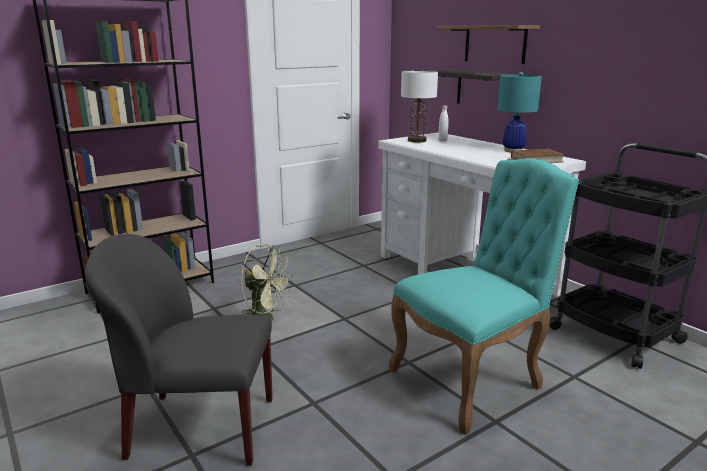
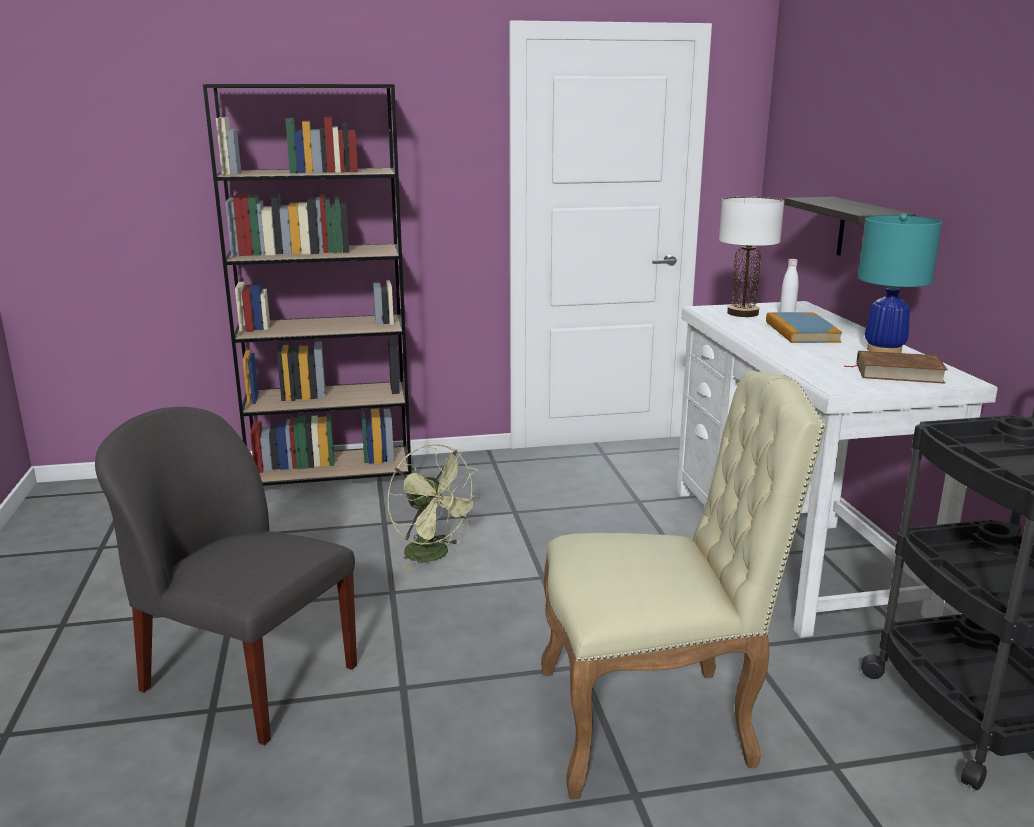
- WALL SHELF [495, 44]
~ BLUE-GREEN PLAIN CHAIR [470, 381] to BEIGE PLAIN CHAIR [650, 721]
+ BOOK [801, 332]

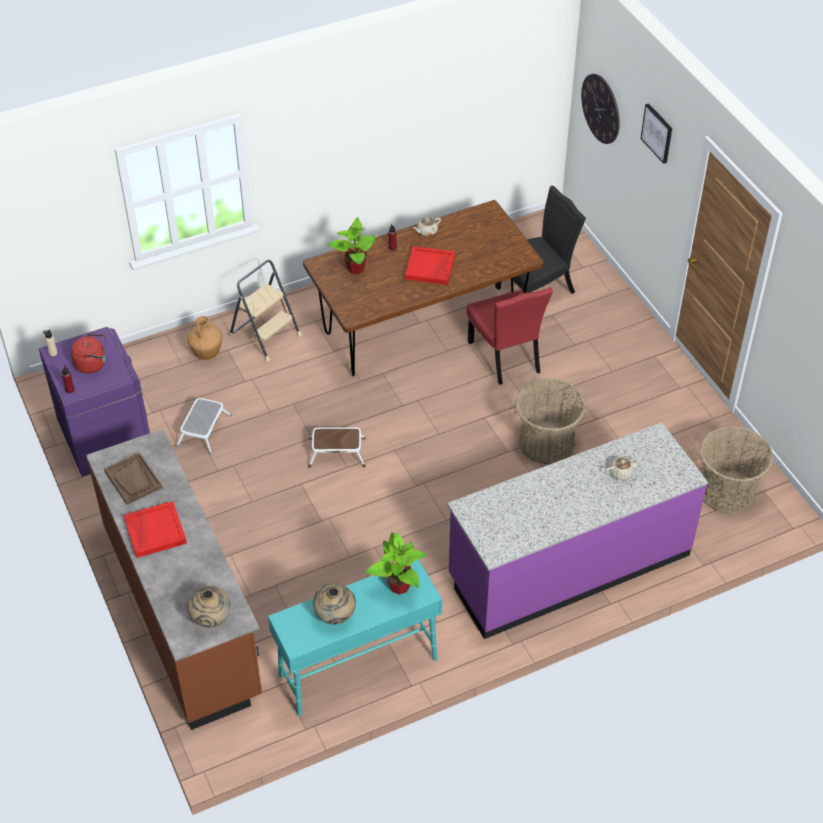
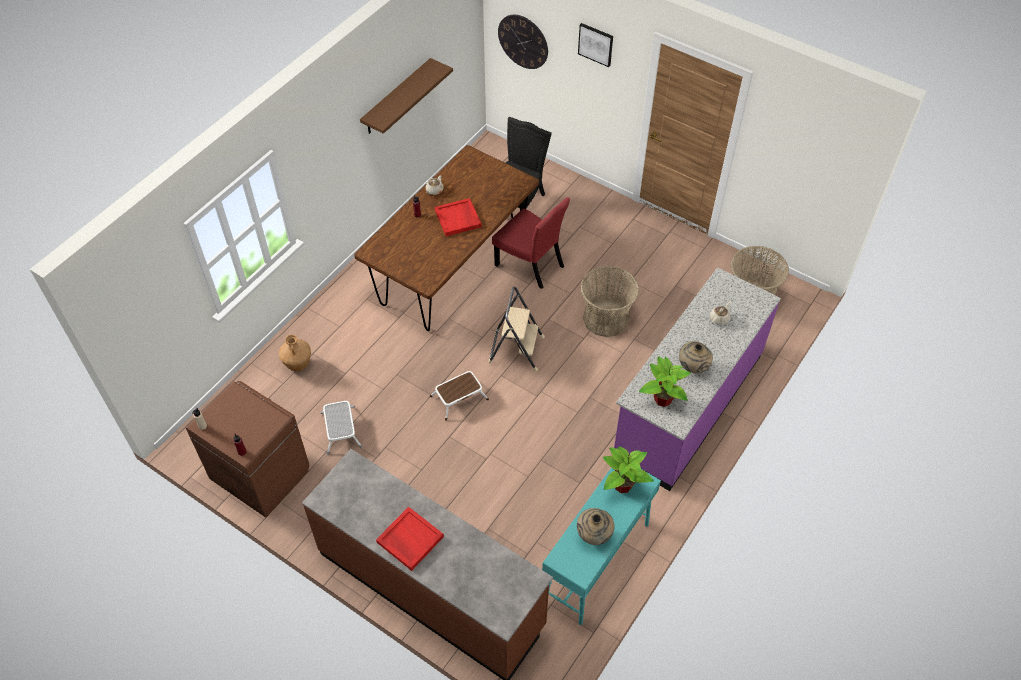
~ HOUSEPLANT [356, 268] to [662, 399]
~ BEIGE STEP STOOL [263, 333] to [514, 348]
~ PURPLISH LAUNDRY MACHINE [106, 434] to BROWN LAUNDRY MACHINE [261, 471]
- RED-COLOURED KETTLE [92, 364]
- BROWN SERVING TRAY [133, 480]
~ BEIGE DECORATIVE VASE [211, 619] to [693, 367]
+ BROWN WALL SHELF [397, 97]

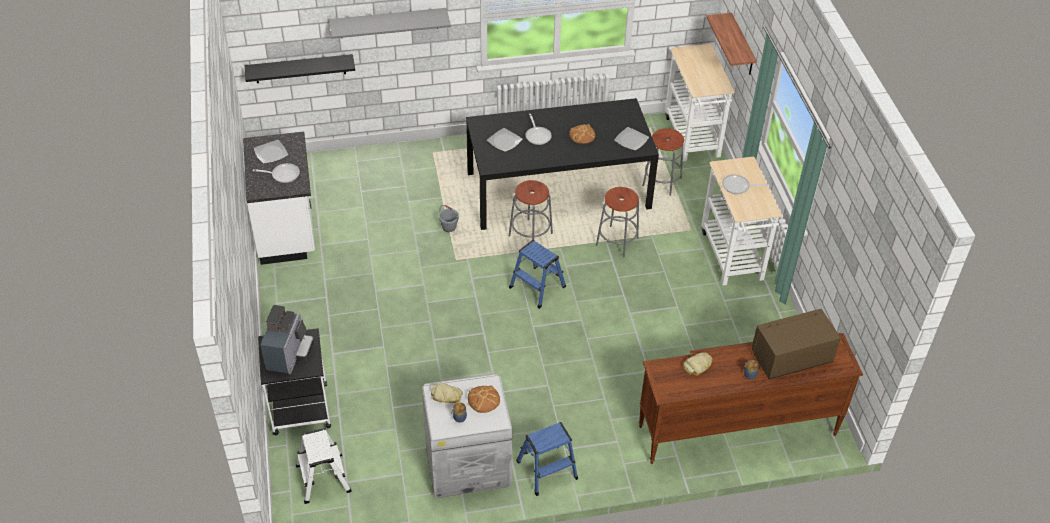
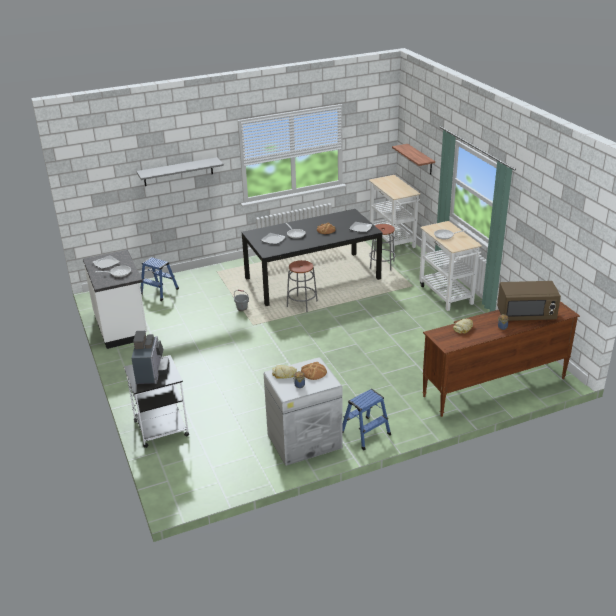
- BLACK-COLOURED WALL SHELF [300, 68]
- GRAY SITTING STOOL [617, 241]
~ BLUE-COLOURED STEP STOOL [537, 287] to [159, 291]
~ BROWN MICROWAVE [791, 358] = [526, 314] 150 degrees counterclockwise
- WHITE STEP STOOL [323, 479]

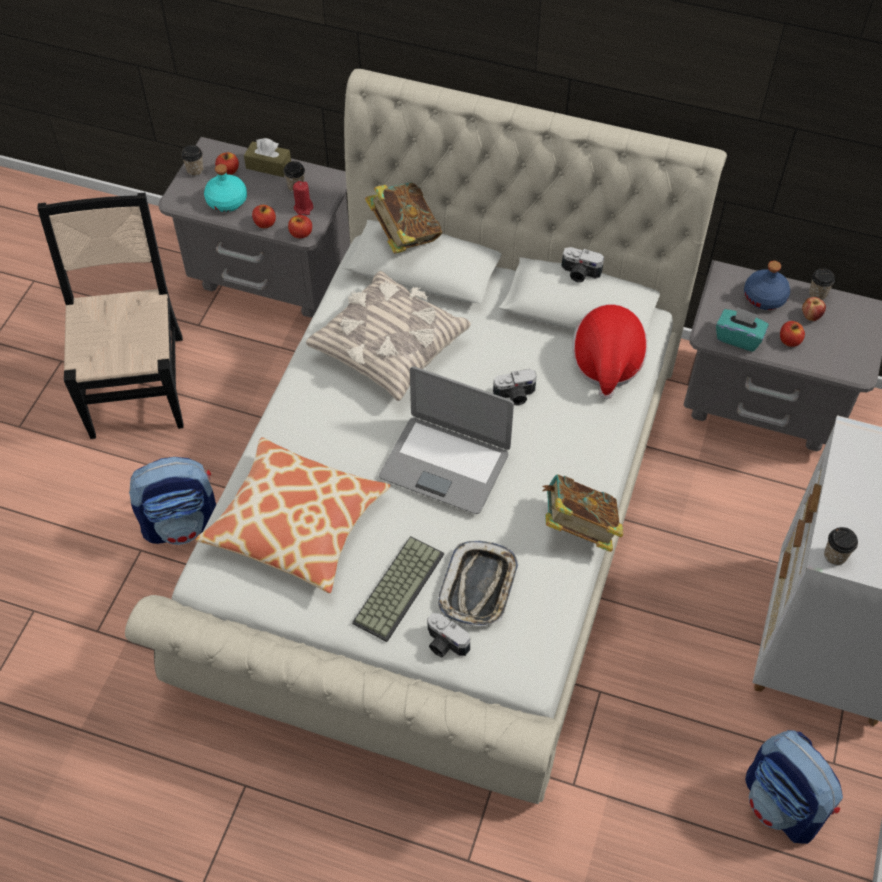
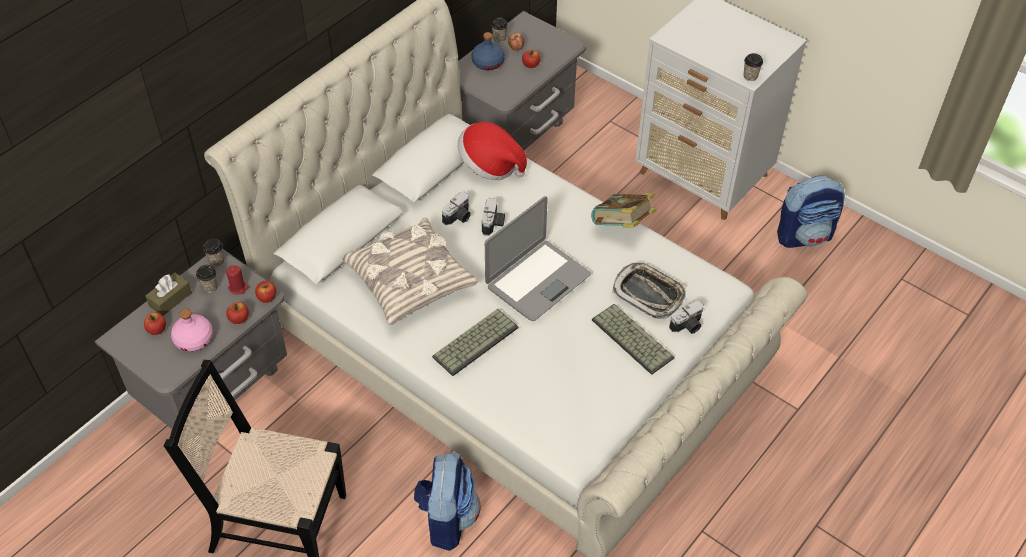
~ SMALL CUP [195, 171] to [216, 260]
~ BLUE-GREEN BOTTLE [226, 201] to PINKISH BOTTLE [194, 339]
- BOOK [404, 235]
~ PHOTO CAMERA [579, 274] to [459, 217]
- BLUE-GREEN TISSUE BOX [738, 338]
- THROW PILLOW [296, 523]
+ KEYBOARD [475, 341]

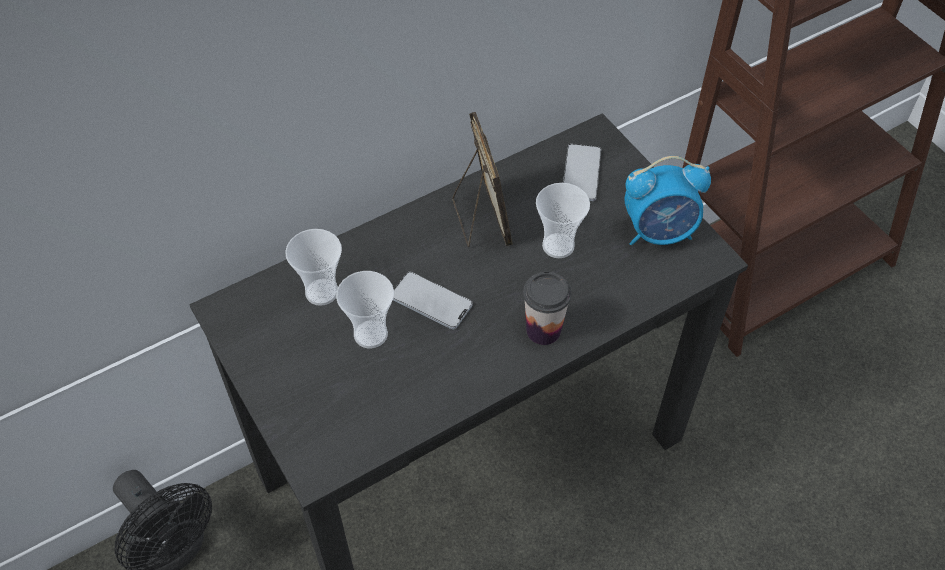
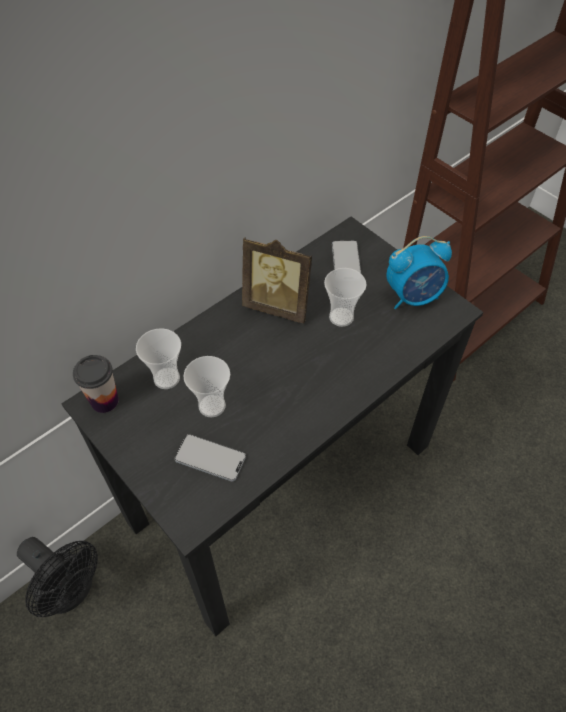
~ STANDING FRAME [480, 219] = [278, 305] 135 degrees clockwise
~ PHONE [431, 301] to [210, 458]
~ SMALL CUP [543, 330] to [104, 401]

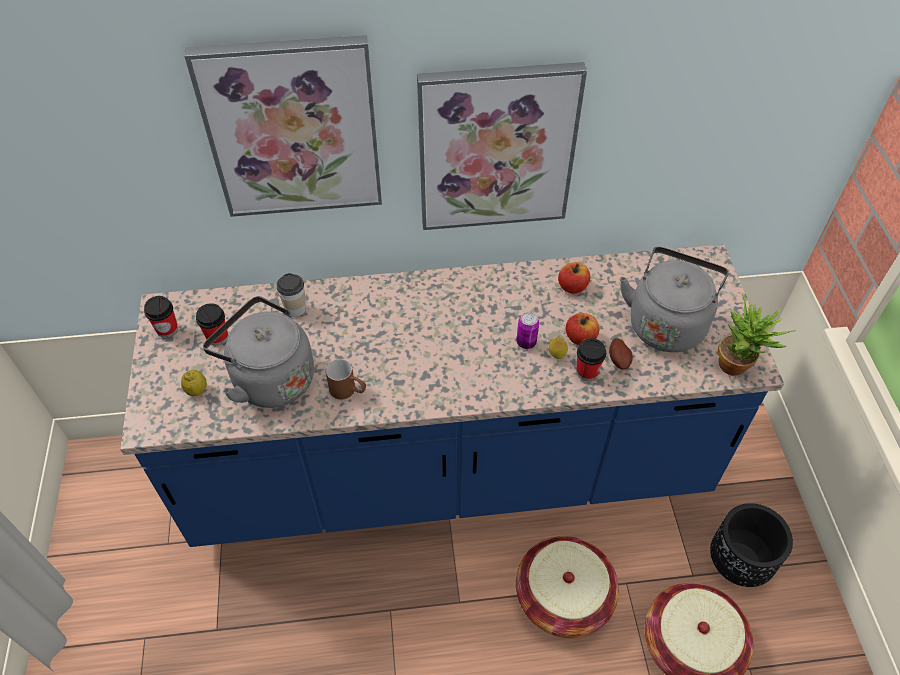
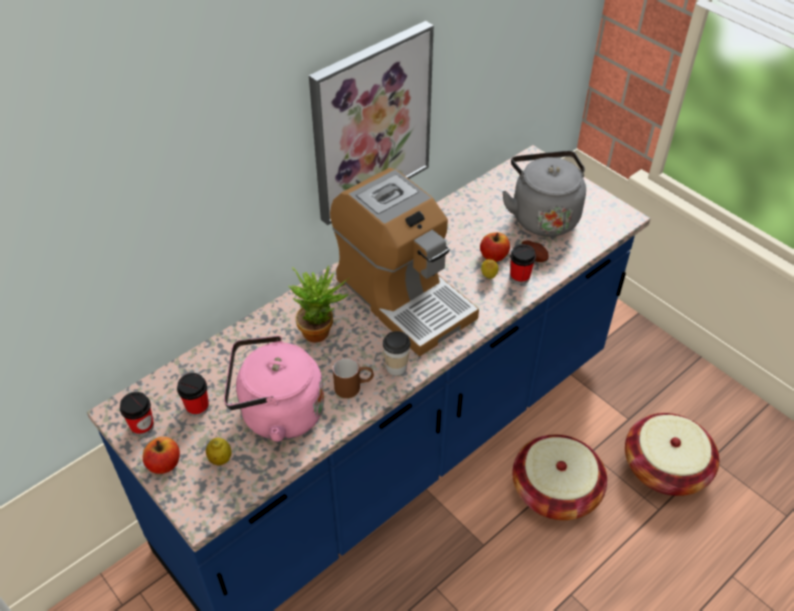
- WALL ART [293, 129]
~ APPLE [572, 287] to [164, 464]
~ SMALL CUP [295, 309] to [396, 367]
~ HOUSEPLANT [738, 366] to [321, 331]
~ GRAY KETTLE [269, 378] to PINKISH KETTLE [277, 414]
- METAL CAN [526, 342]
- BLACK-COLOURED FLOWER POT [738, 563]
+ COFFEE MACHINE [403, 296]

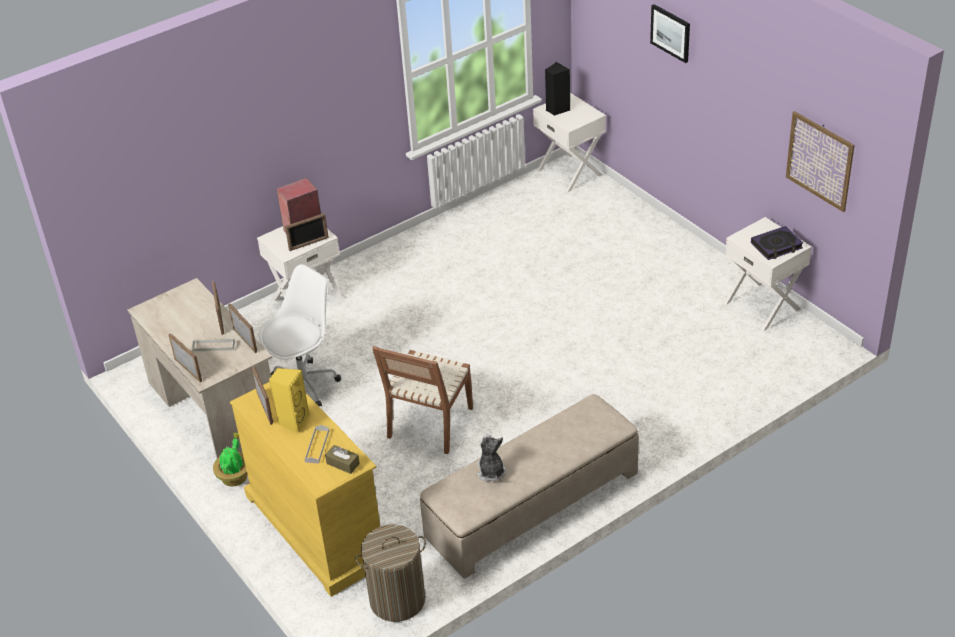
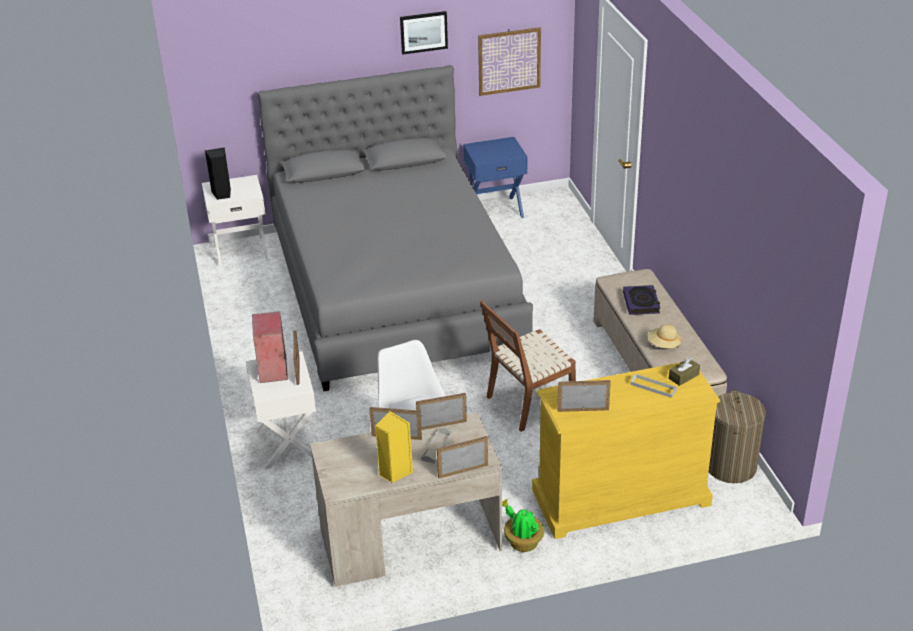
~ WALL ART [671, 32] to [423, 32]
~ WHITE NIGHTSTAND [763, 305] to BLUE-COLOURED NIGHTSTAND [495, 210]
~ BOOK [776, 246] to [641, 303]
~ PLAIN CHAIR [429, 426] = [527, 404] 105 degrees clockwise
~ YELLOW-COLOURED SPEAKER [293, 422] to [394, 472]
~ SOFT TOY [491, 471] to BEIGE HAT [664, 345]
+ GRAY SLEEPING BED [395, 289]

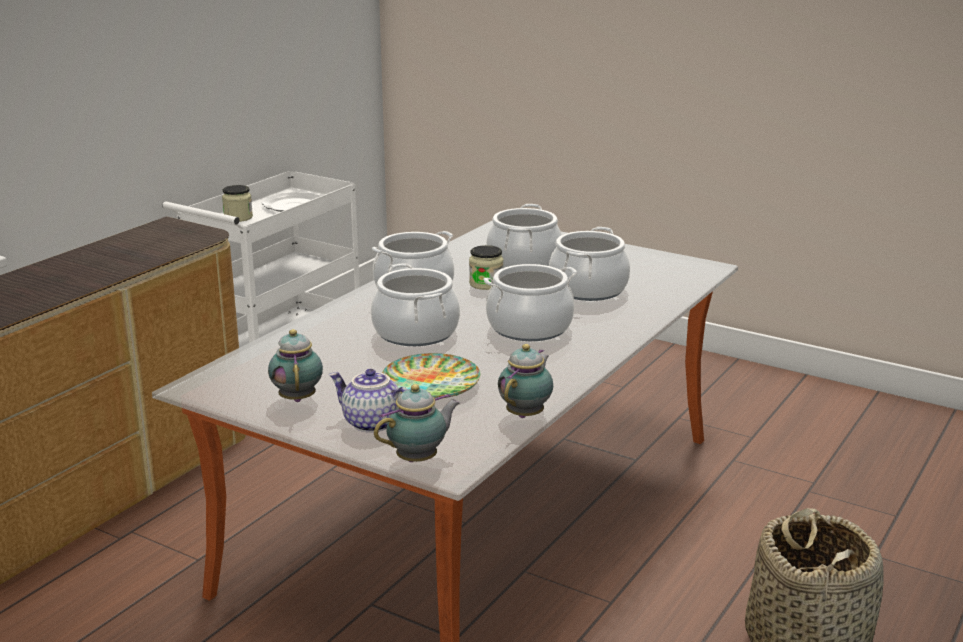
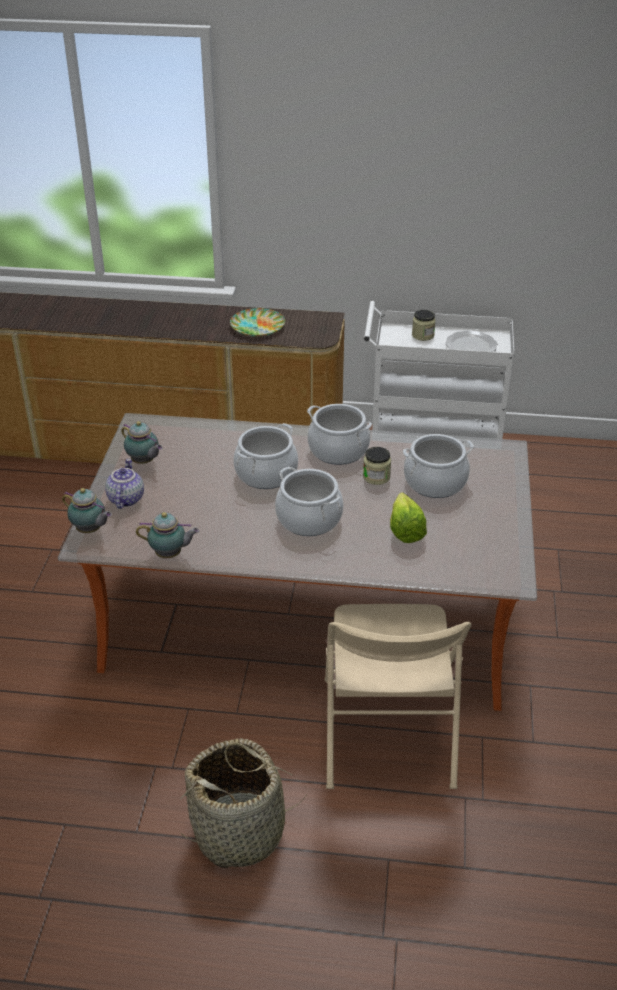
~ STOCKPOT [588, 289] to HEAD OF LETTUCE [406, 527]
~ POT FOR TEA [298, 397] = [144, 462] 75 degrees clockwise
~ FLAT DISH [431, 383] to [257, 326]
+ BEIGE PLAIN CHAIR [386, 732]

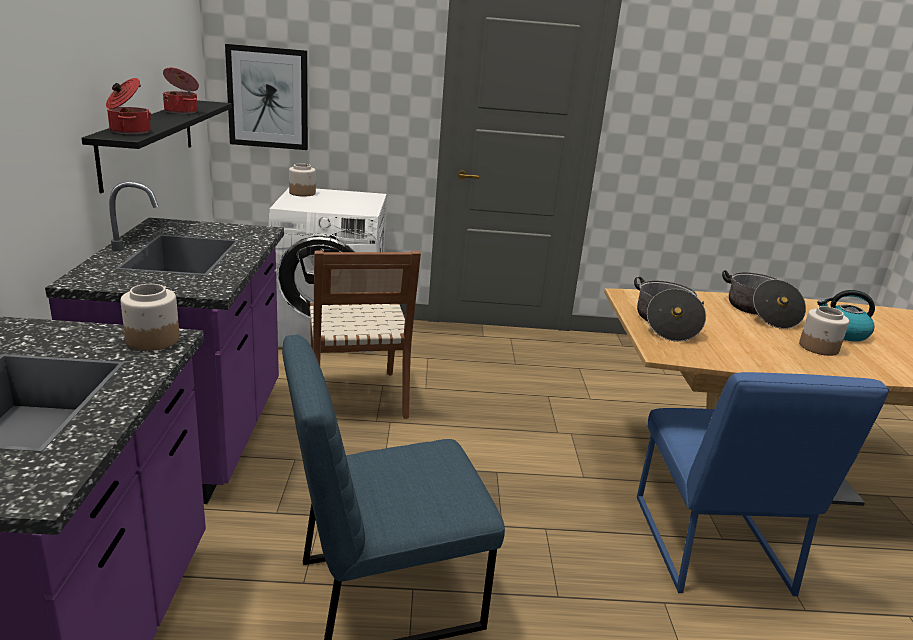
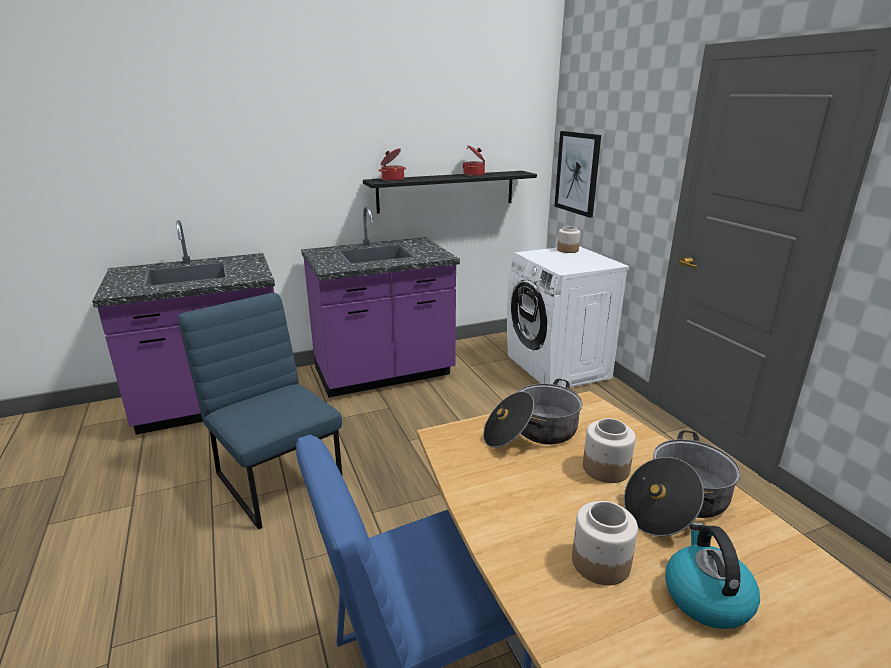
- PLAIN CHAIR [357, 400]
~ STORAGE JAR [152, 340] to [605, 468]

